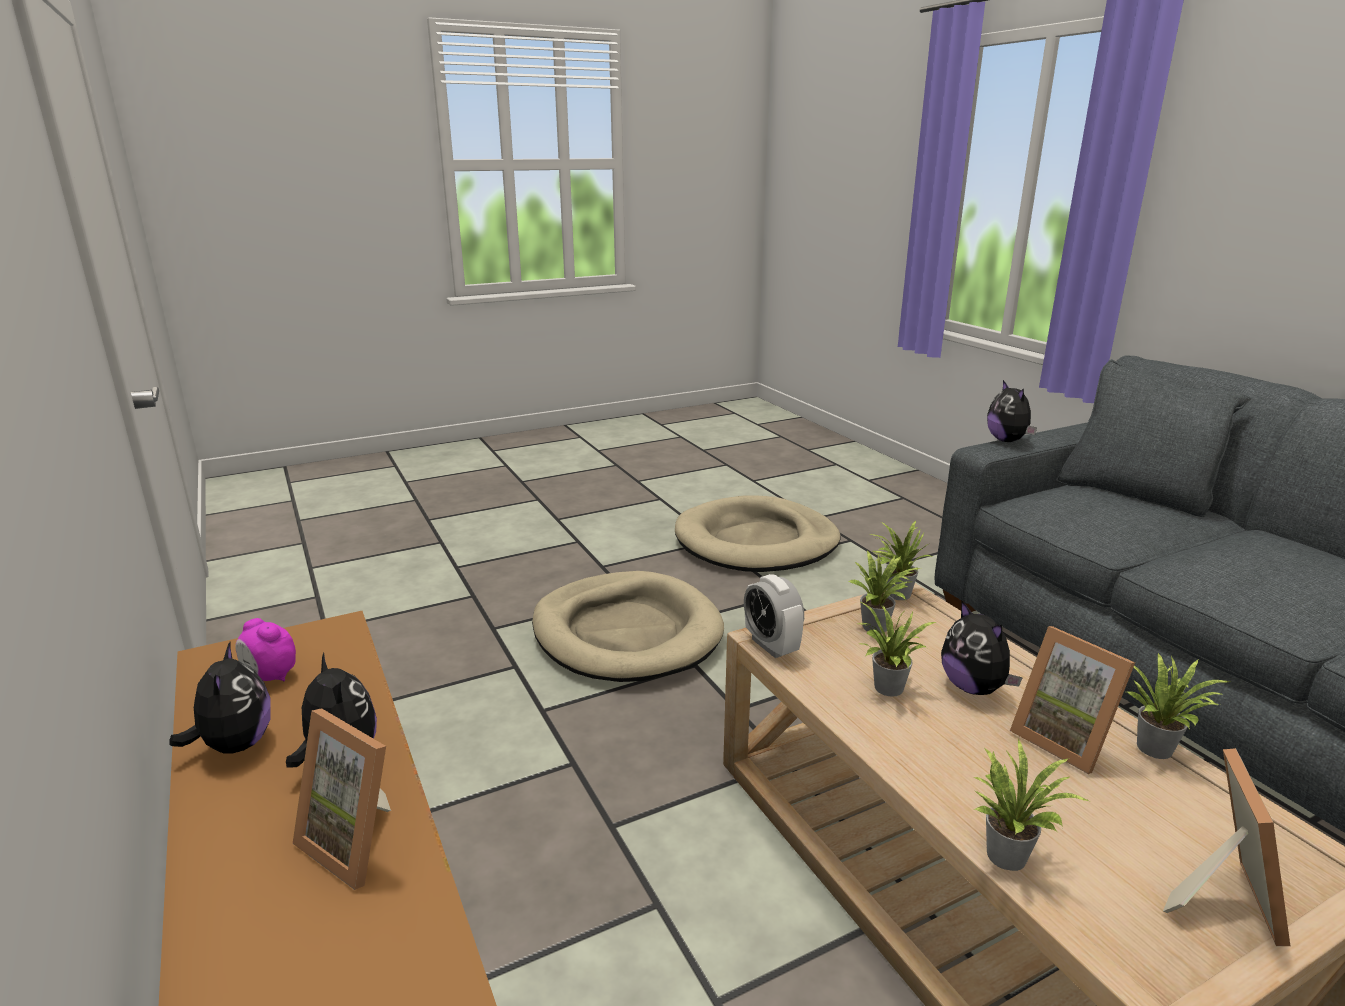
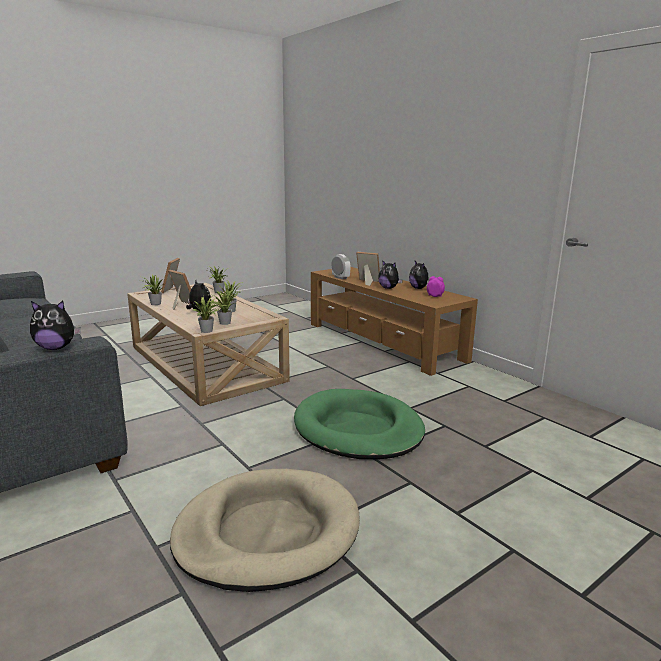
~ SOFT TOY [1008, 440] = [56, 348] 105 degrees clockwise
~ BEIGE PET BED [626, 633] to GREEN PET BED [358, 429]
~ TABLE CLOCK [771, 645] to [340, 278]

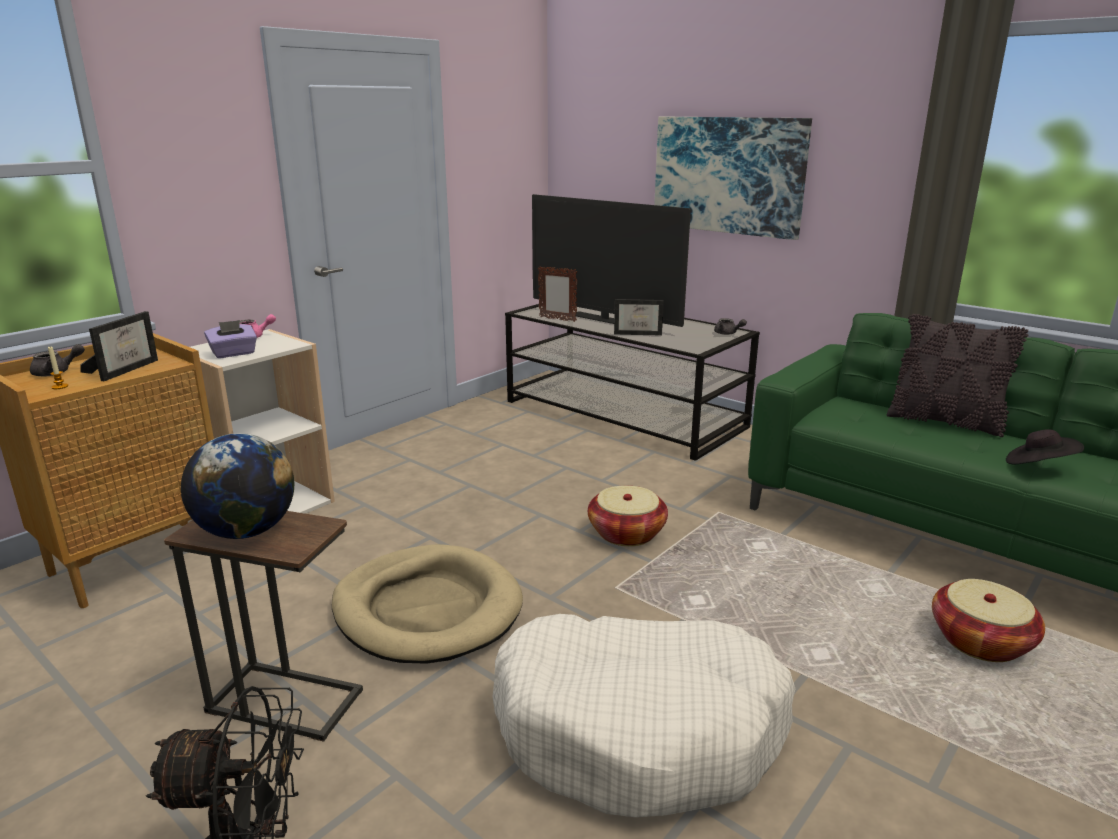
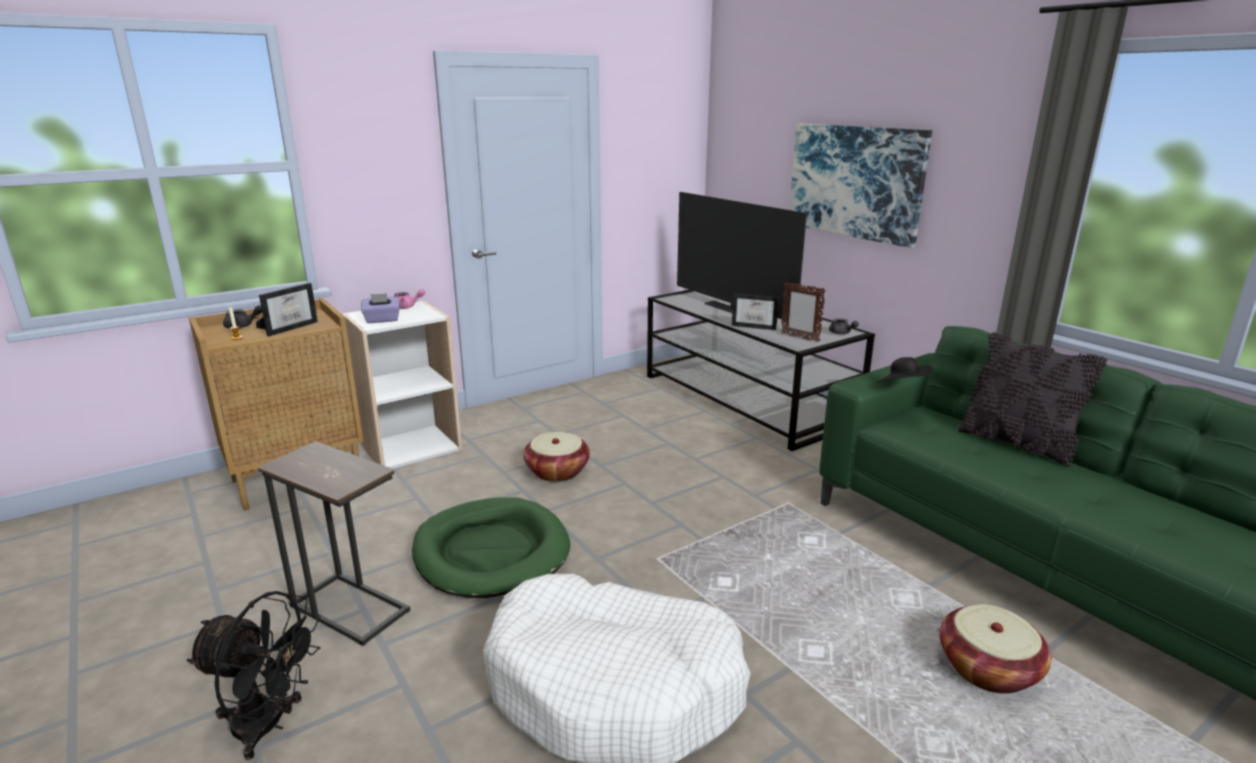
~ STANDING FRAME [557, 319] to [799, 338]
~ BLACK-COLOURED HAT [1038, 466] to [901, 387]
- GLOBE [246, 531]
~ STORAGE BASKET [626, 533] to [557, 471]
~ BEIGE PET BED [427, 609] to GREEN PET BED [491, 552]

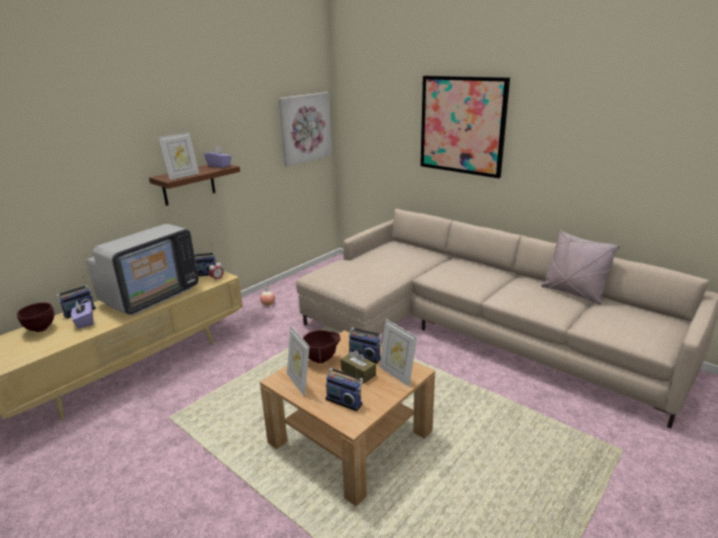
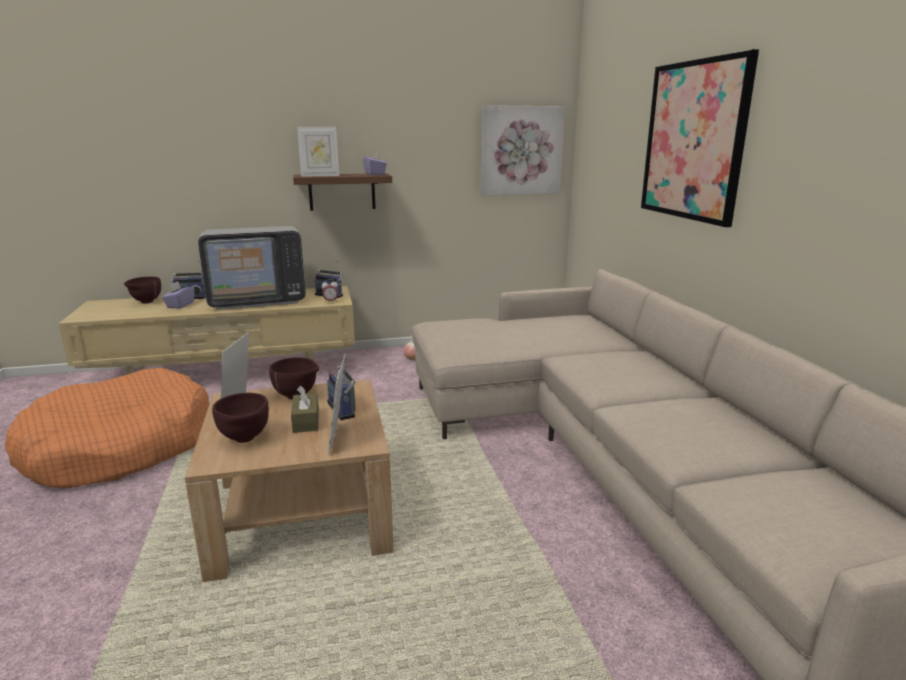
- PURPLISH THROW PILLOW [573, 293]
~ RADIO RECEIVER [345, 400] to BROWN SERVING BOWL [245, 440]
+ ORANGE-COLOURED PET BED [120, 447]

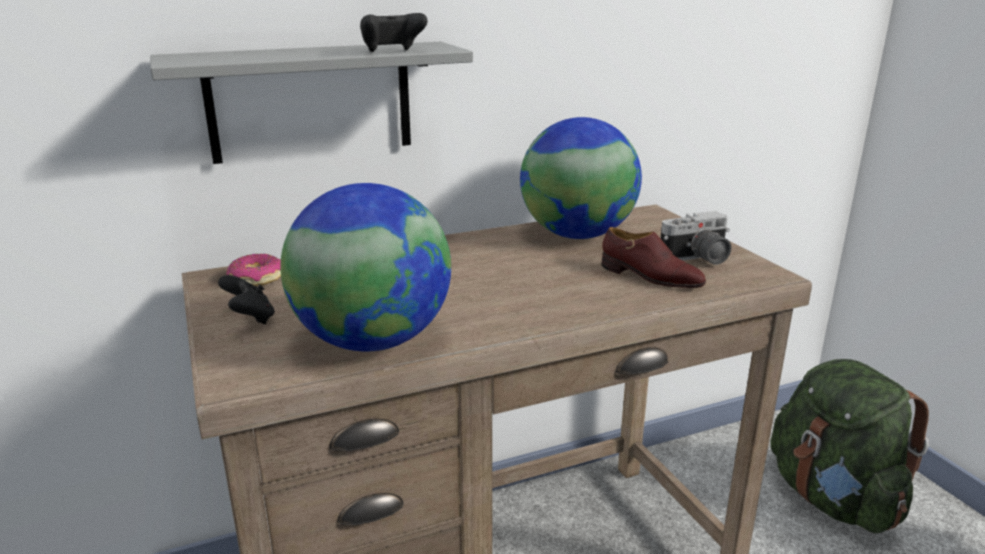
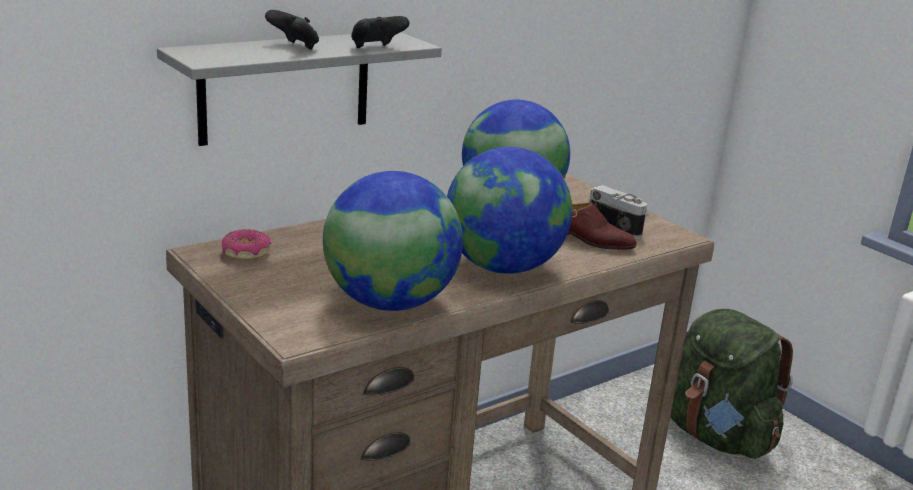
~ PHOTO CAMERA [698, 259] = [620, 225] 105 degrees counterclockwise
~ BLACK-COLOURED GAME CONTROLLER [250, 318] to [294, 47]
+ GLOBE [502, 267]

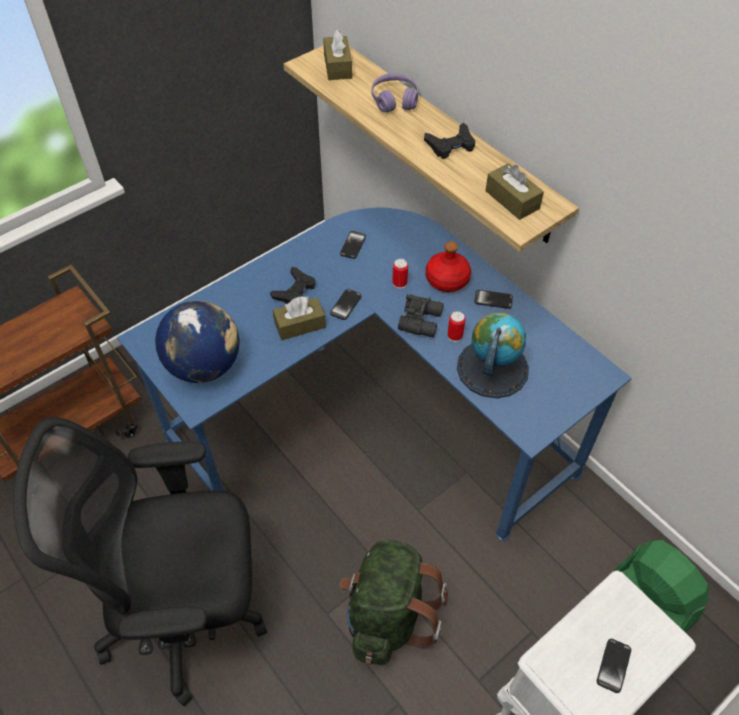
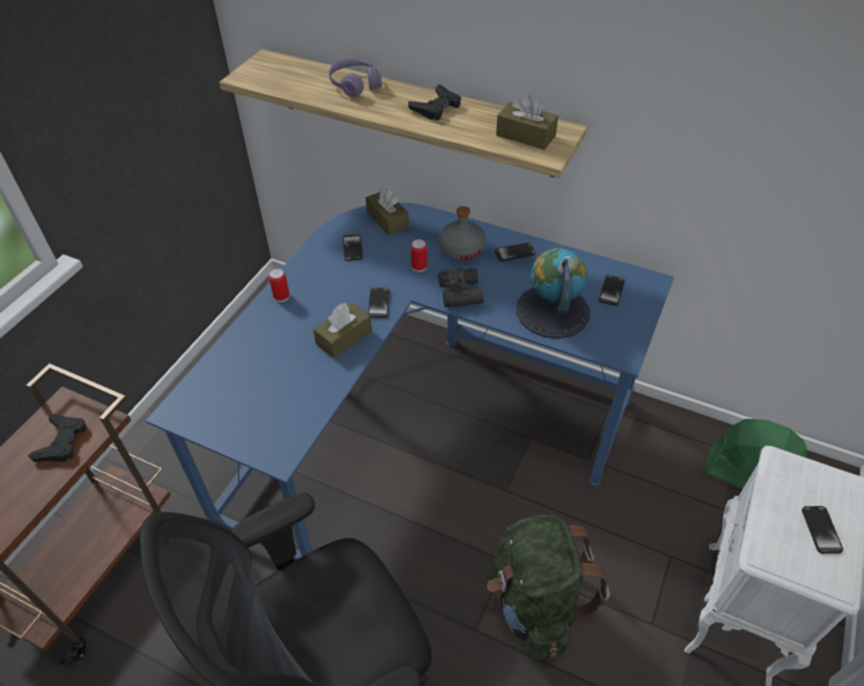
~ BROWN TISSUE BOX [337, 66] to [387, 220]
~ RED-COLOURED BOTTLE [447, 279] to GRAY BOTTLE [461, 249]
~ BLACK-COLOURED GAME CONTROLLER [295, 291] to [62, 441]
- GLOBE [205, 365]
~ METAL CAN [454, 336] to [281, 296]
+ PHONE [611, 291]

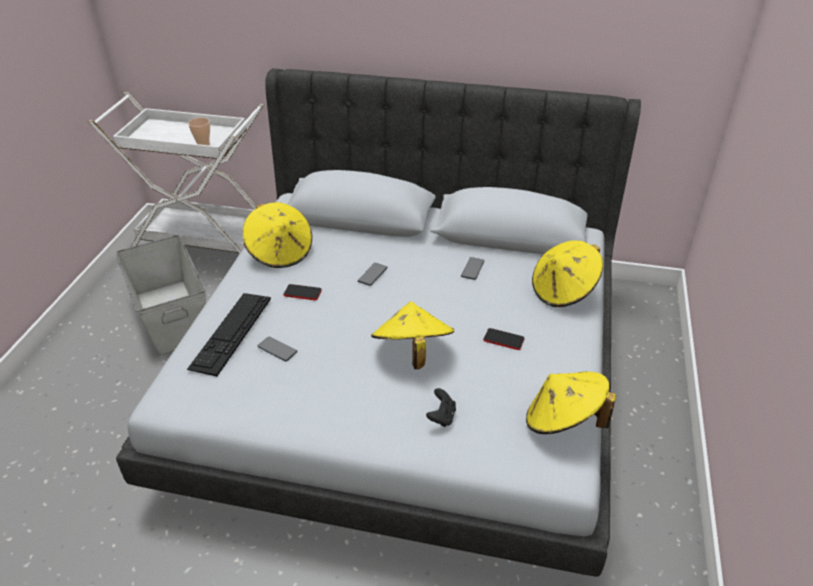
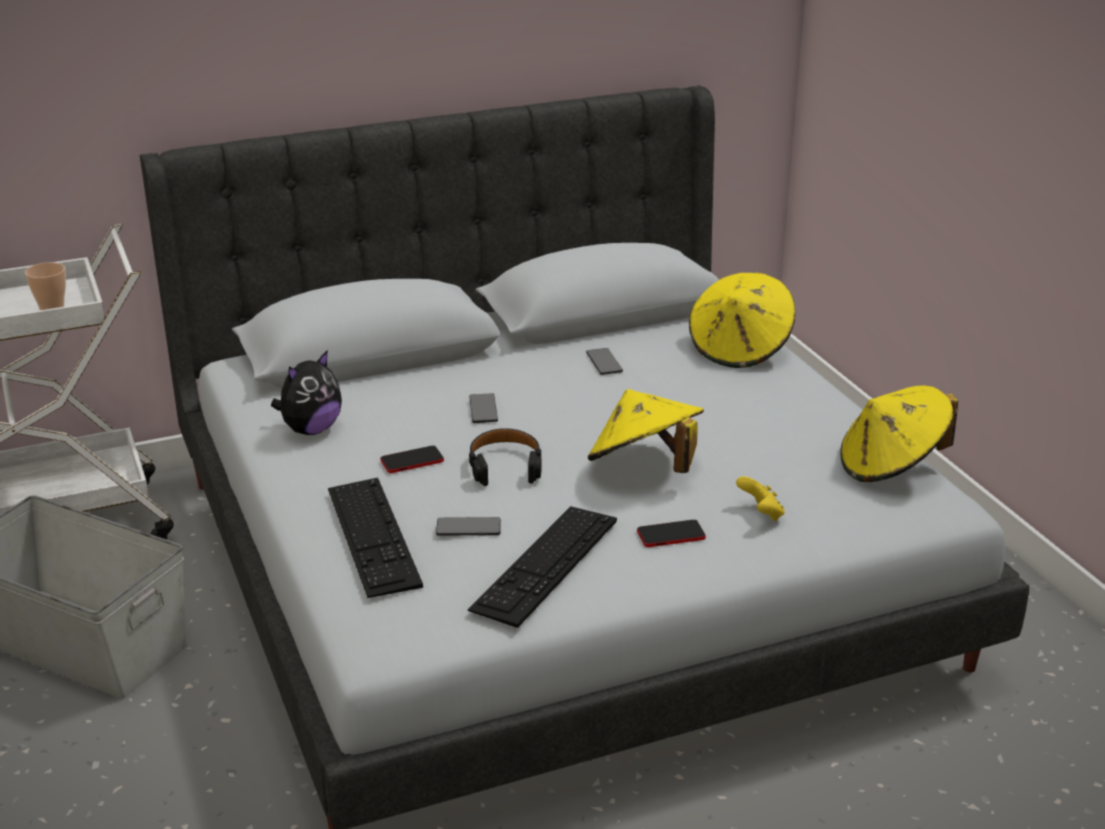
~ YELLOW-COLOURED HAT [280, 252] to SOFT TOY [311, 429]
~ PHONE [503, 339] to [671, 535]
~ BLACK-COLOURED GAME CONTROLLER [441, 417] to YELLOW-COLOURED GAME CONTROLLER [761, 514]
+ BLACK-COLOURED HEADPHONES [505, 465]
+ KEYBOARD [545, 564]

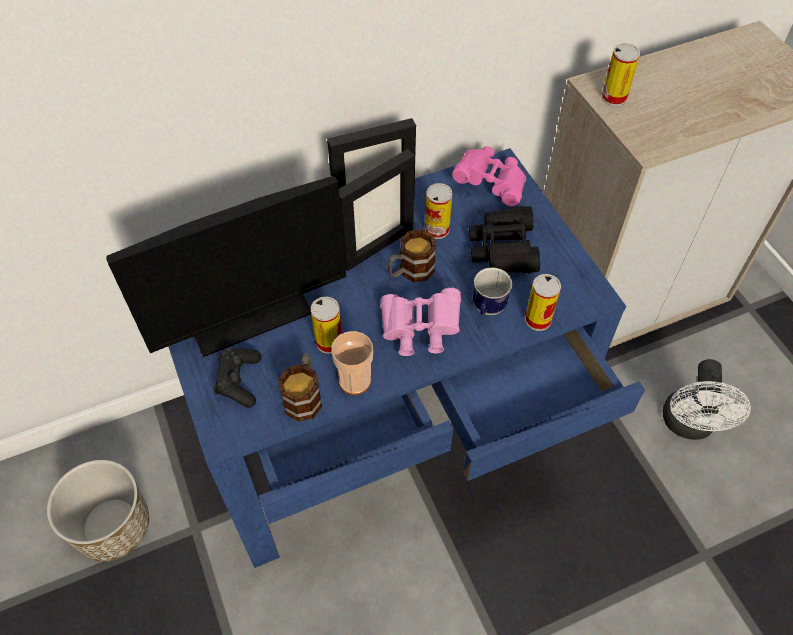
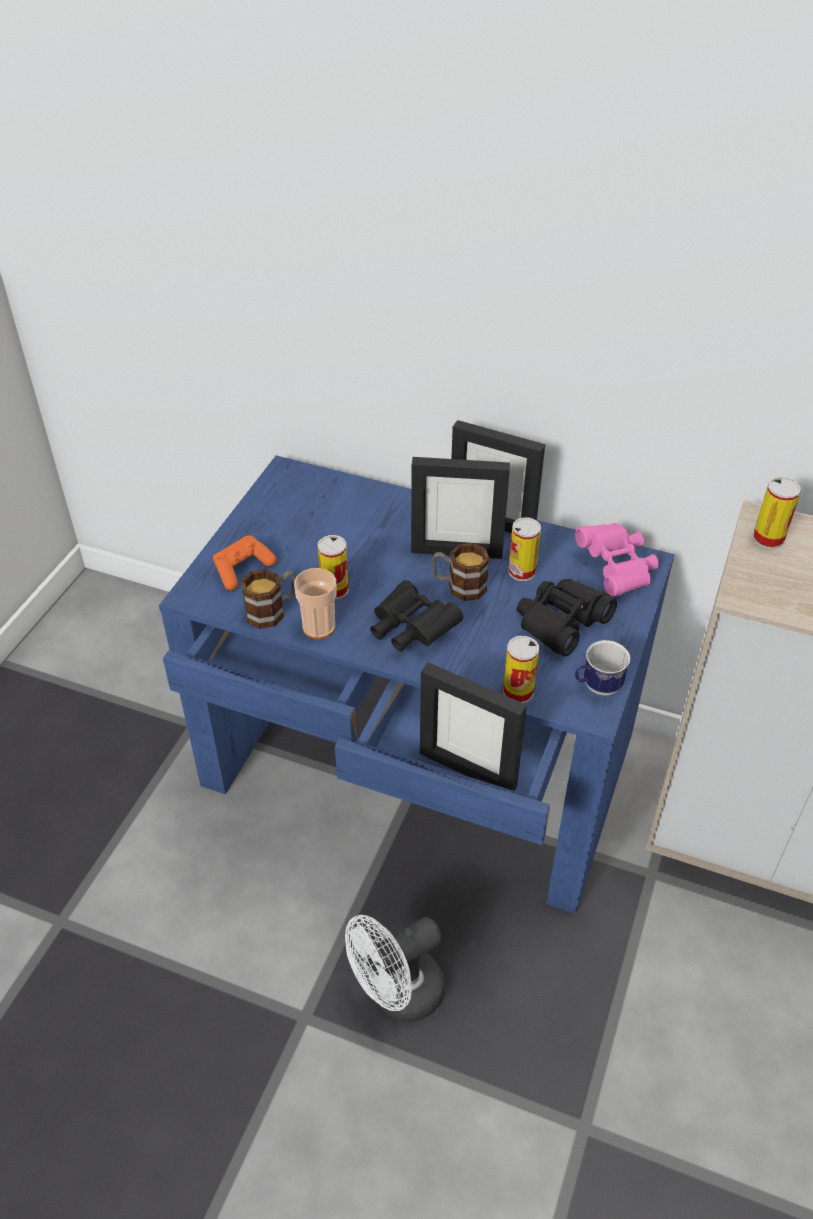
- COMPUTER DISPLAY [249, 315]
~ COFFEE MUG [487, 309] to [596, 687]
~ PINKISH BINOCULARS [419, 330] to BLACK-COLOURED BINOCULARS [411, 630]
~ BLACK-COLOURED GAME CONTROLLER [239, 381] to ORANGE-COLOURED GAME CONTROLLER [242, 570]
~ WHITE COOLING FAN [688, 425] to [398, 995]
- FLOWER POT [113, 526]
+ STANDING FRAME [468, 768]

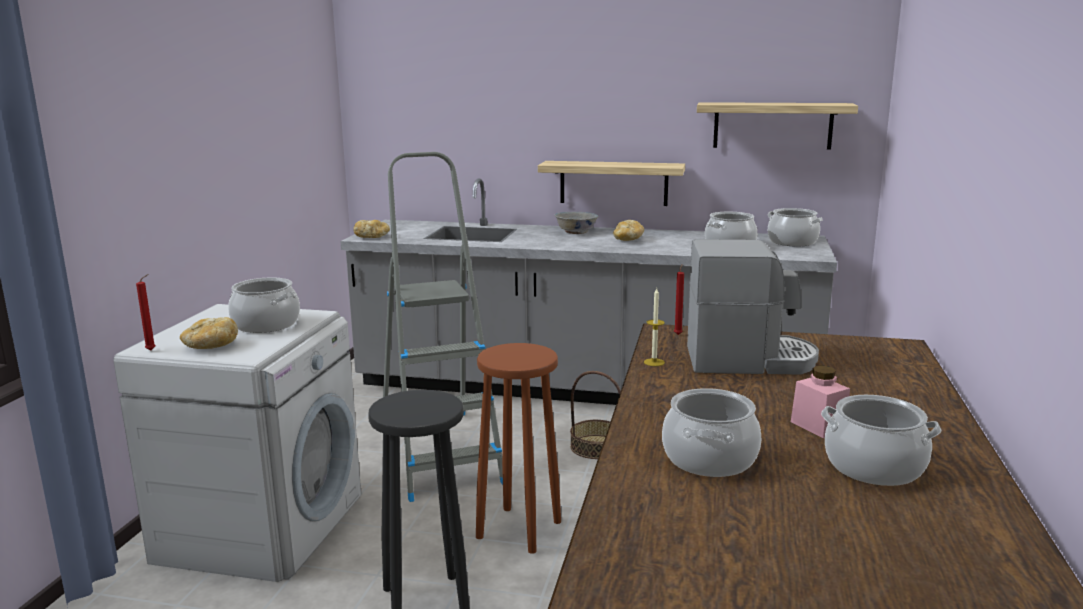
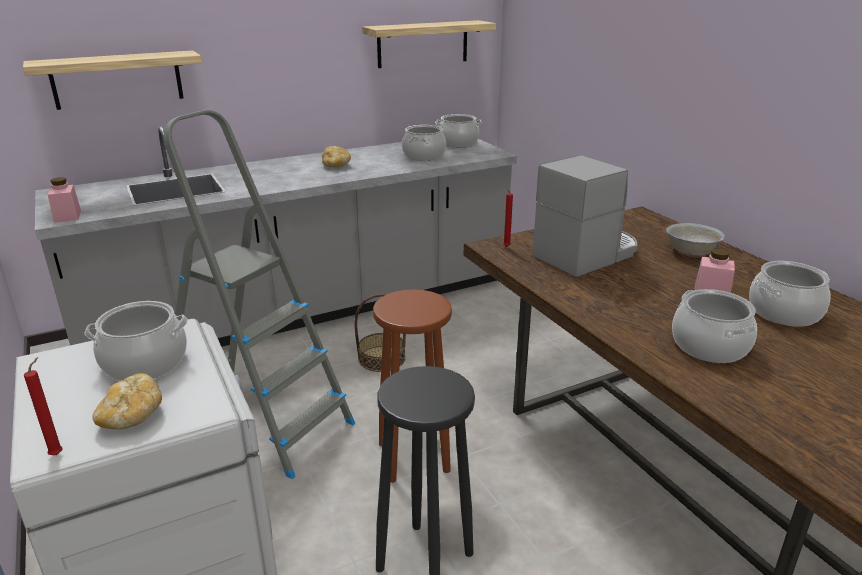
~ WALL SHELF [613, 183] to [117, 79]
~ WHITE SERVING BOWL [575, 232] to [691, 252]
~ BREAD [372, 237] to PINKISH STORAGE JAR [67, 216]
- CANDLE [654, 362]

